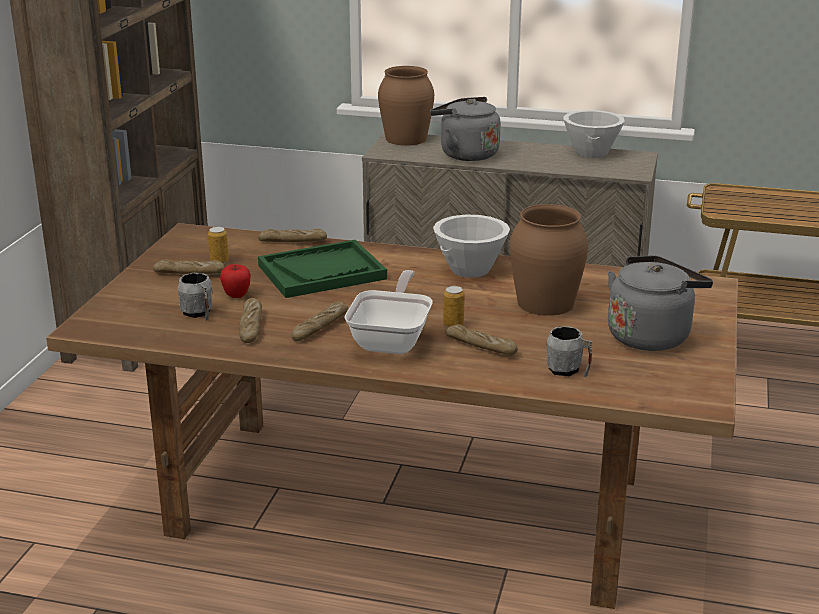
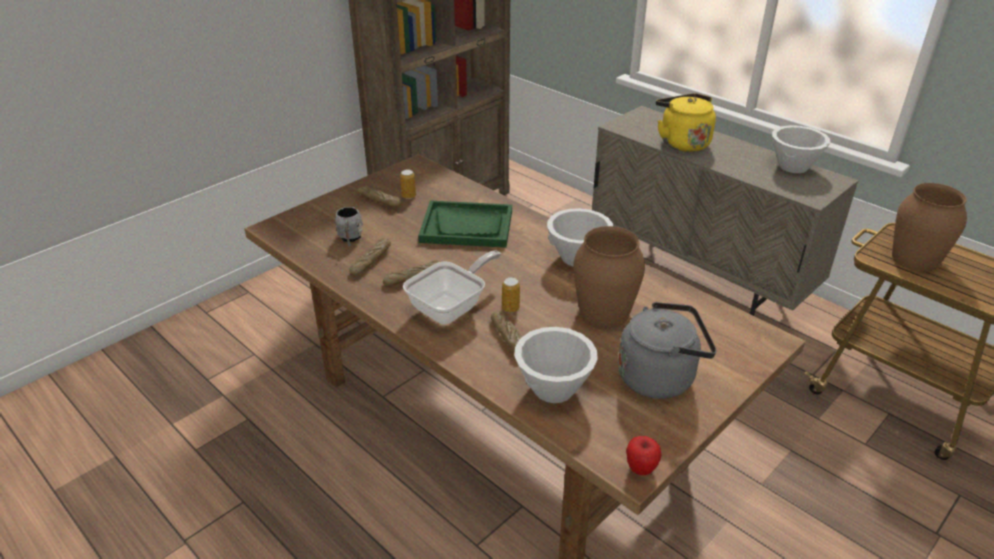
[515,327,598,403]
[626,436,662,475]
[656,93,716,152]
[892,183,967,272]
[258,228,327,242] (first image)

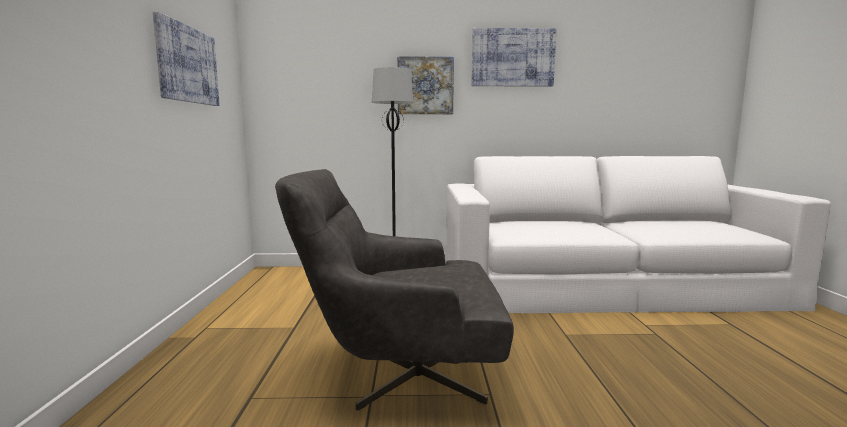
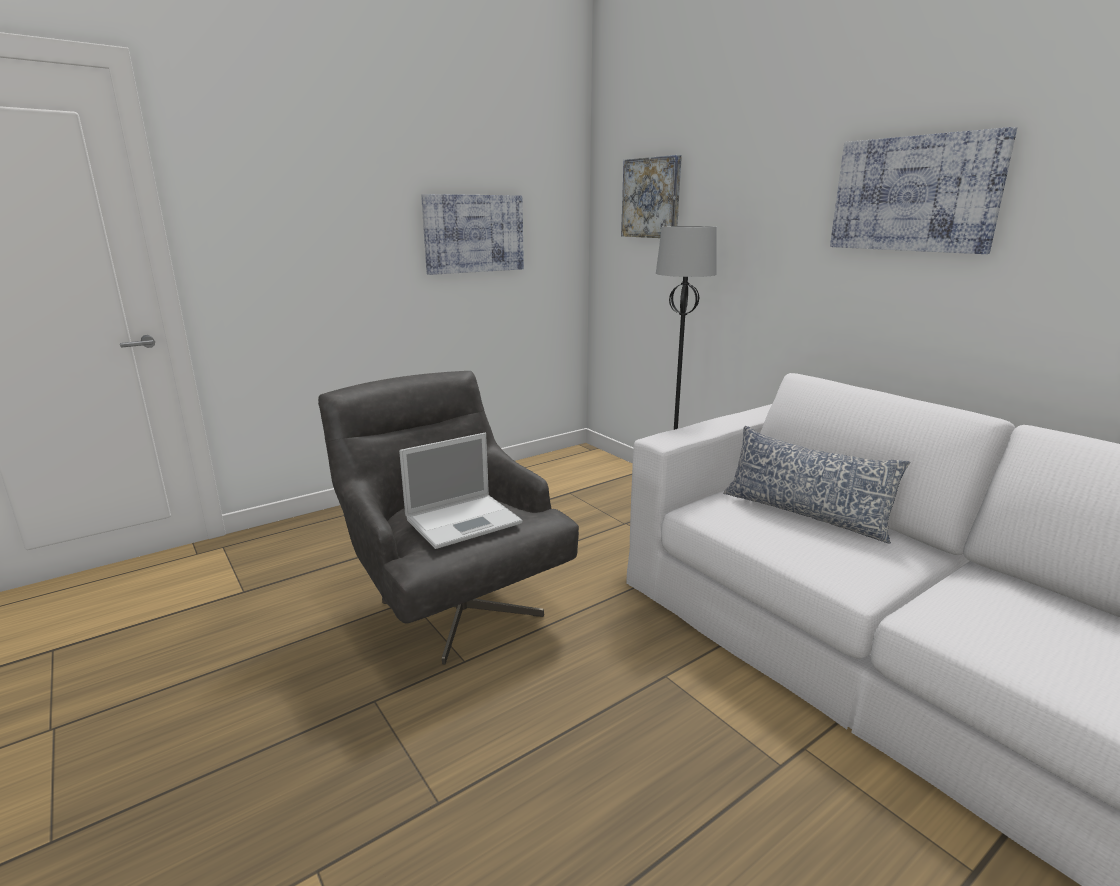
[399,433,523,549]
[621,155,682,238]
[723,426,910,544]

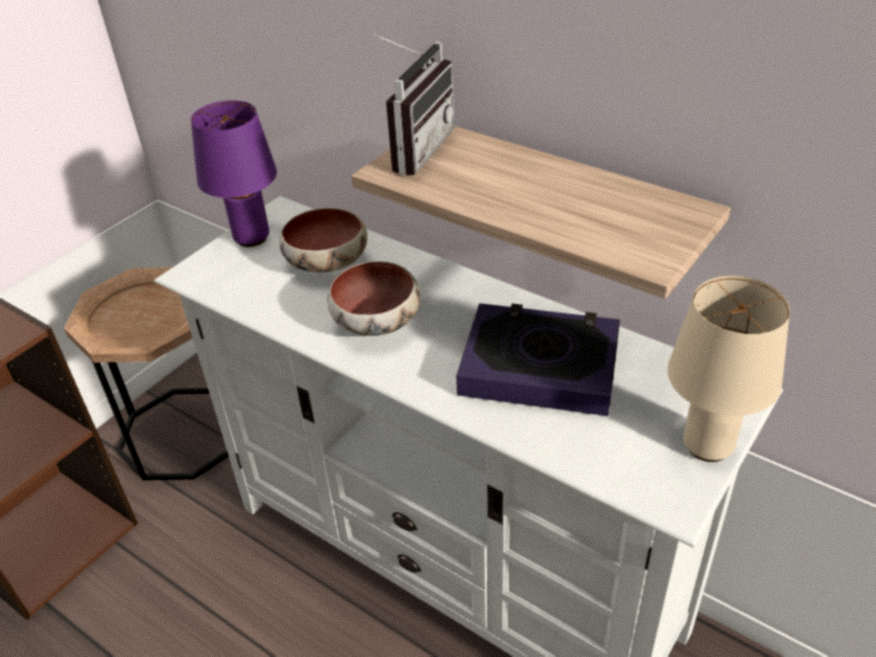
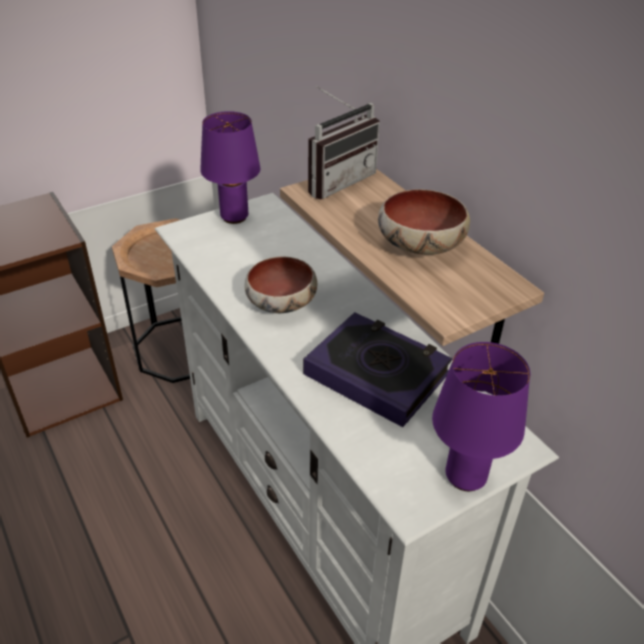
[378,189,470,255]
[432,342,530,491]

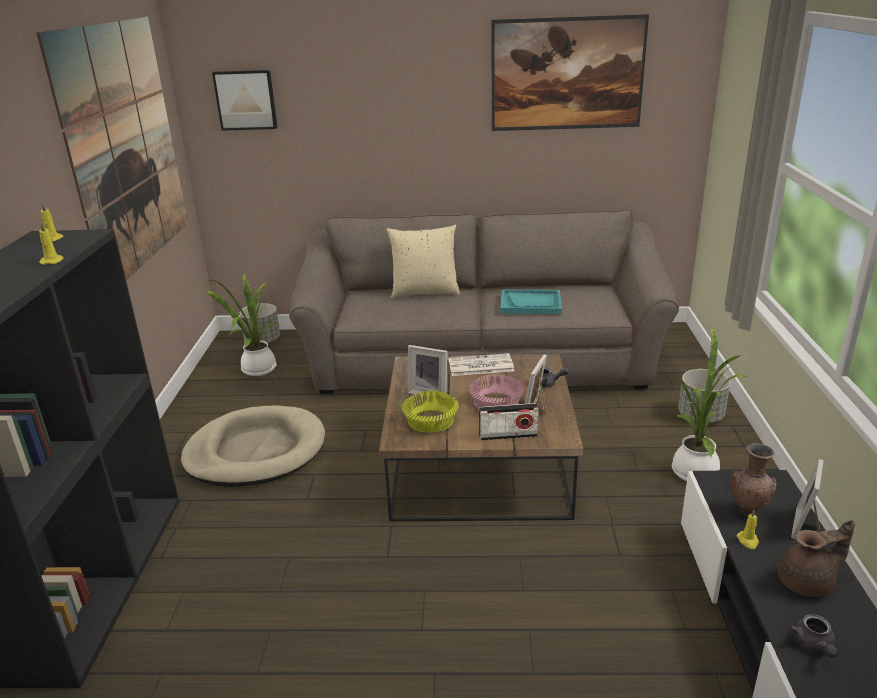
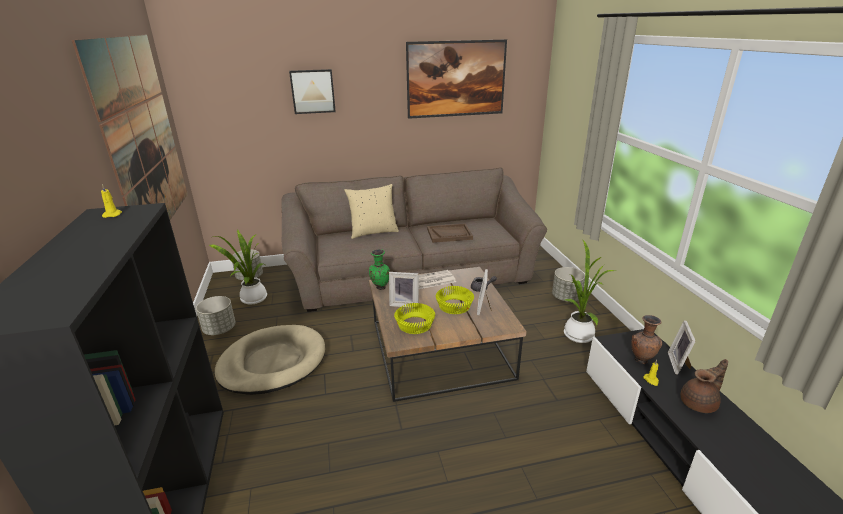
[196,296,236,335]
[289,69,336,114]
[369,249,390,290]
[427,223,473,243]
[436,286,474,314]
[39,222,63,265] (first image)
[479,403,539,441] (first image)
[789,614,838,658] (first image)

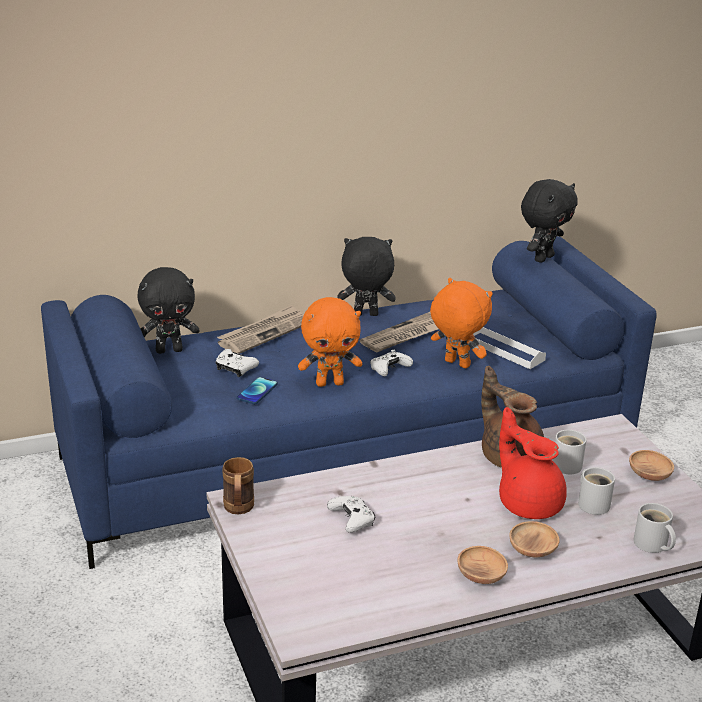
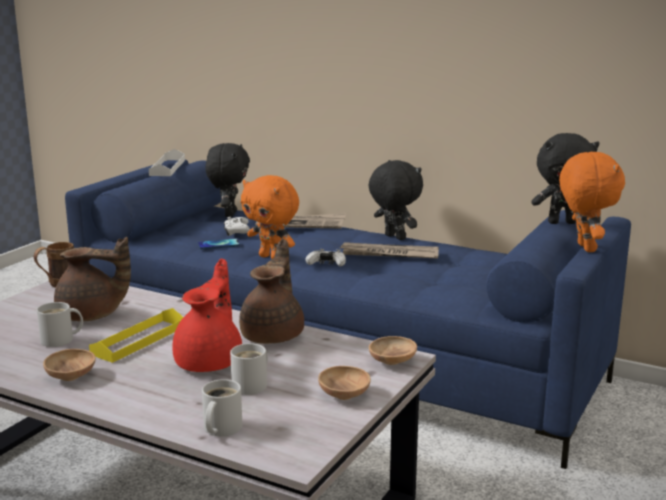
[37,302,83,347]
[54,237,131,321]
[89,308,183,363]
[149,149,185,176]
[205,143,250,217]
[369,336,417,365]
[559,152,625,252]

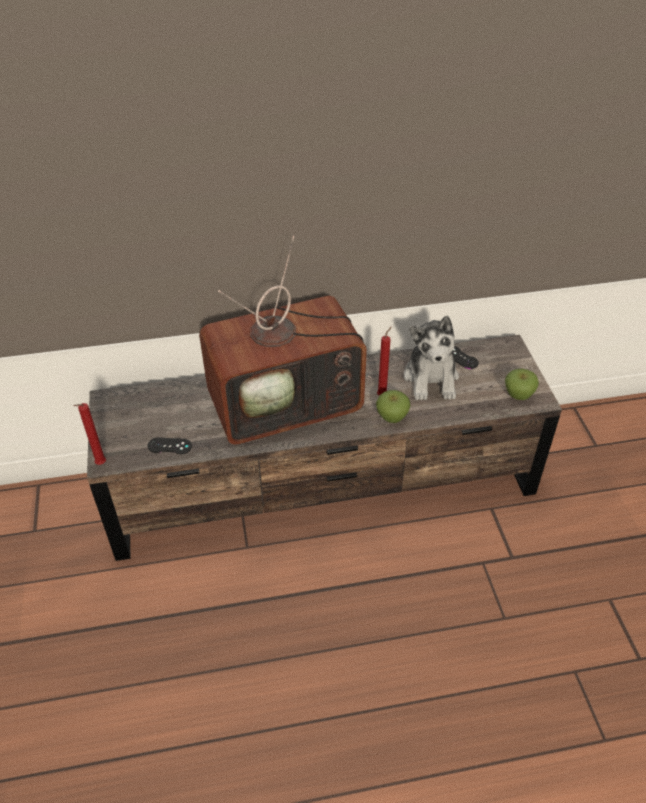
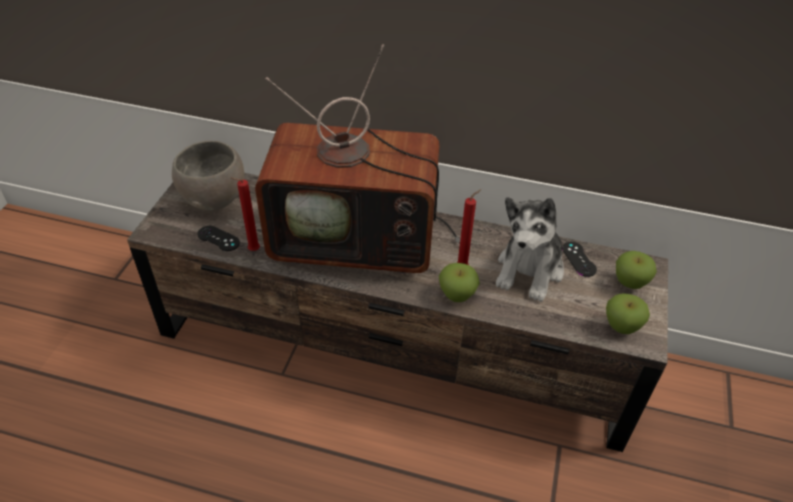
[172,141,244,211]
[231,177,260,251]
[616,251,657,289]

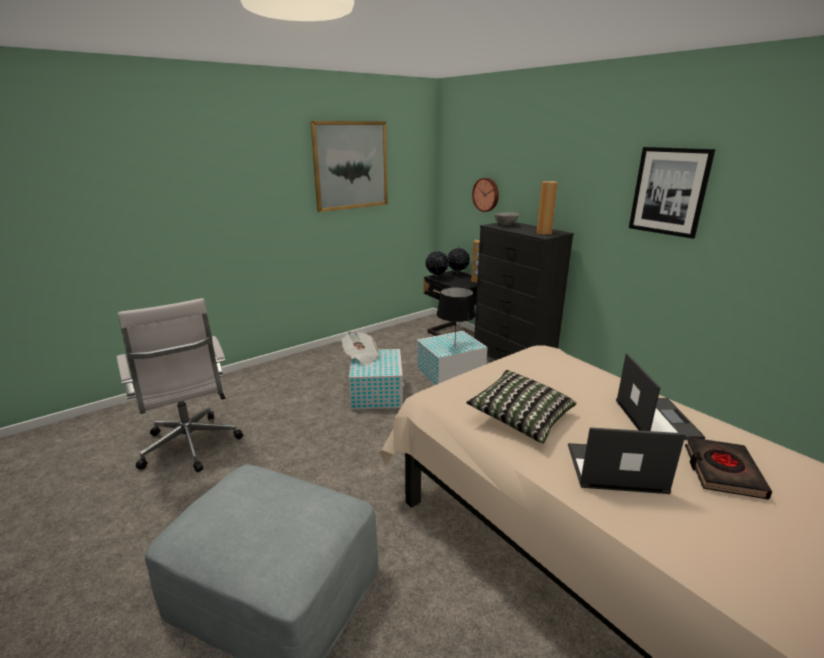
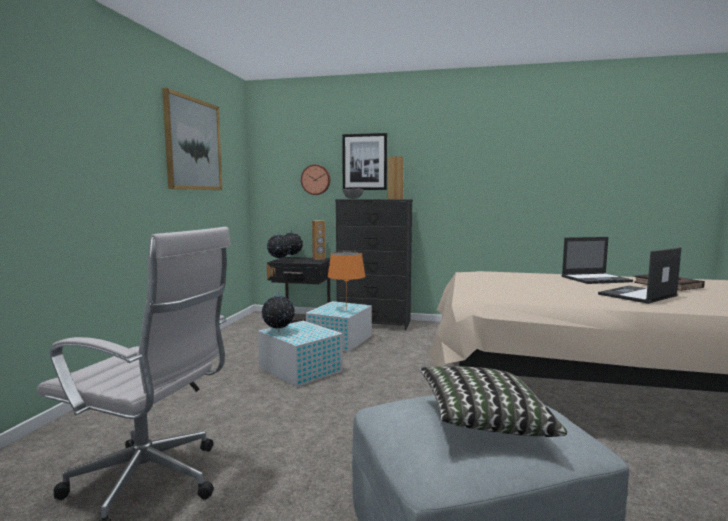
[262,292,295,332]
[328,252,366,310]
[342,133,387,190]
[420,366,567,437]
[562,237,633,284]

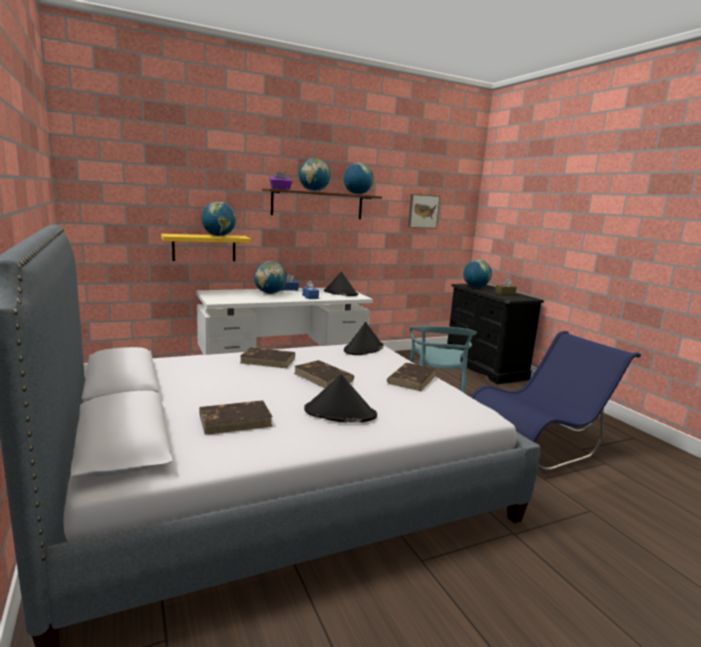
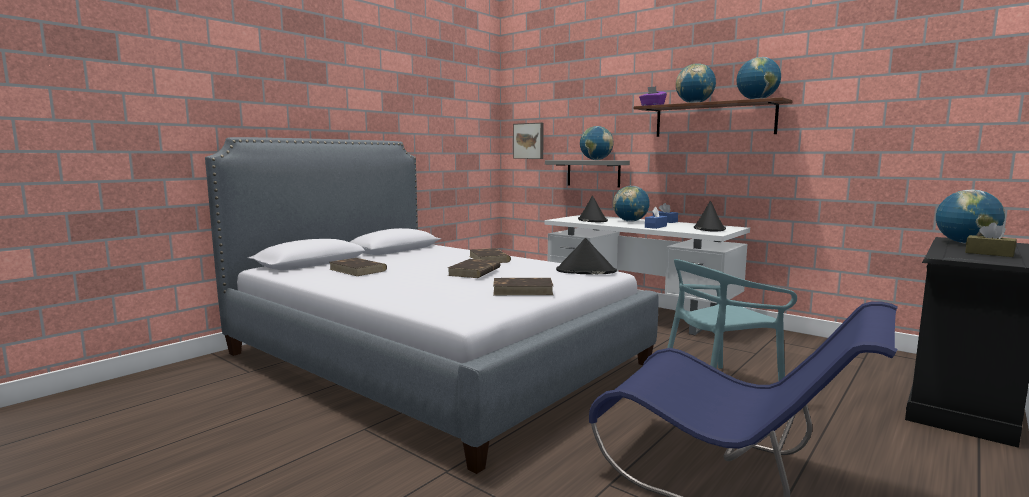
[513,123,544,159]
[545,160,630,188]
[578,196,608,222]

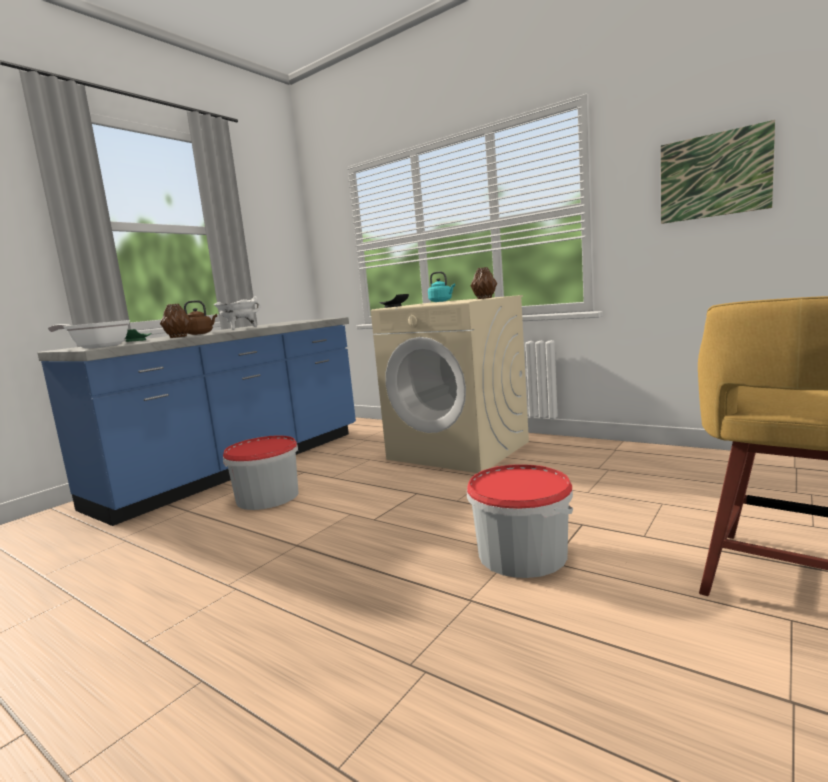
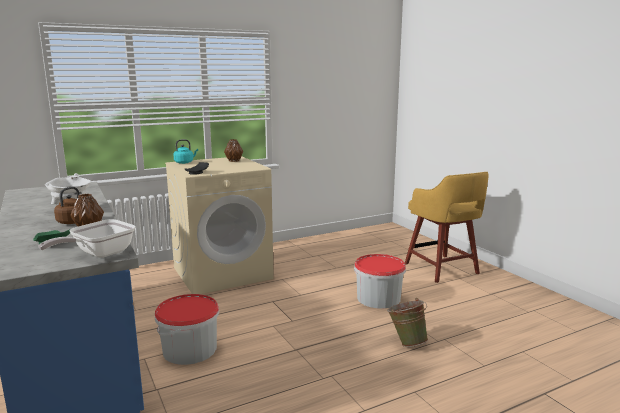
[387,298,428,347]
[661,120,775,224] (first image)

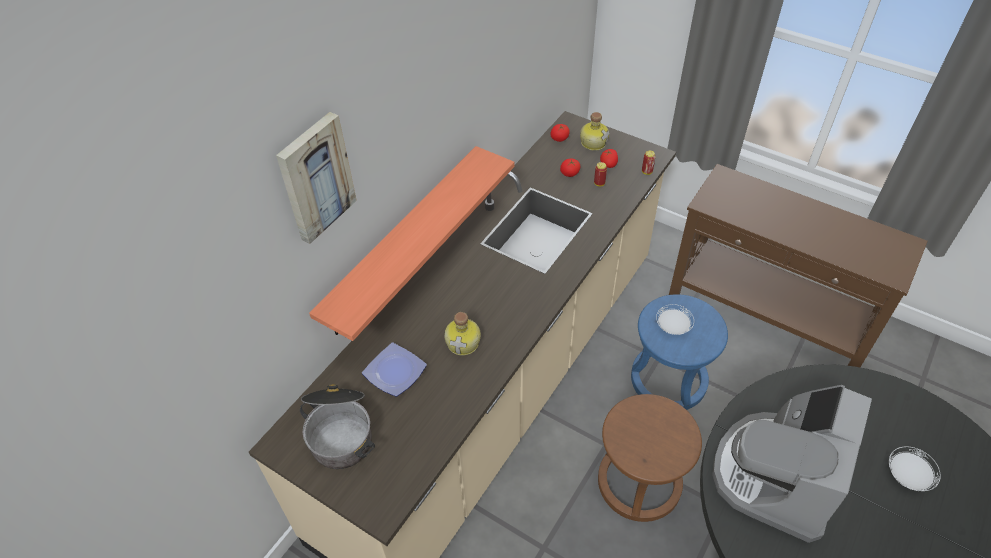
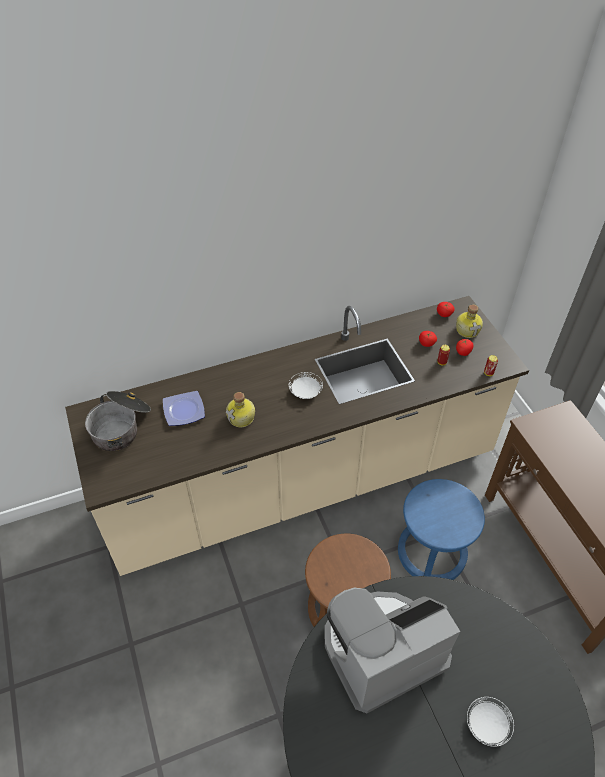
[289,372,323,399]
[276,112,357,244] (first image)
[309,146,514,341] (first image)

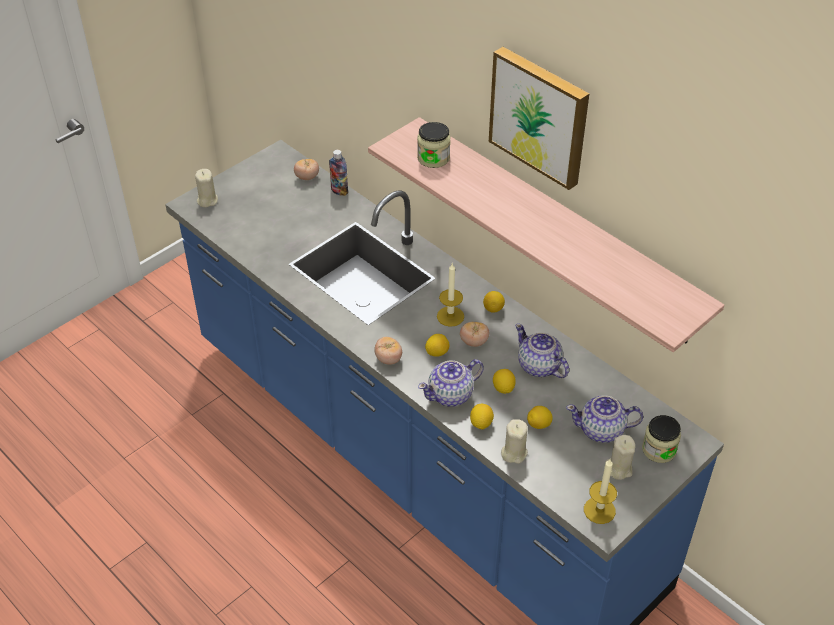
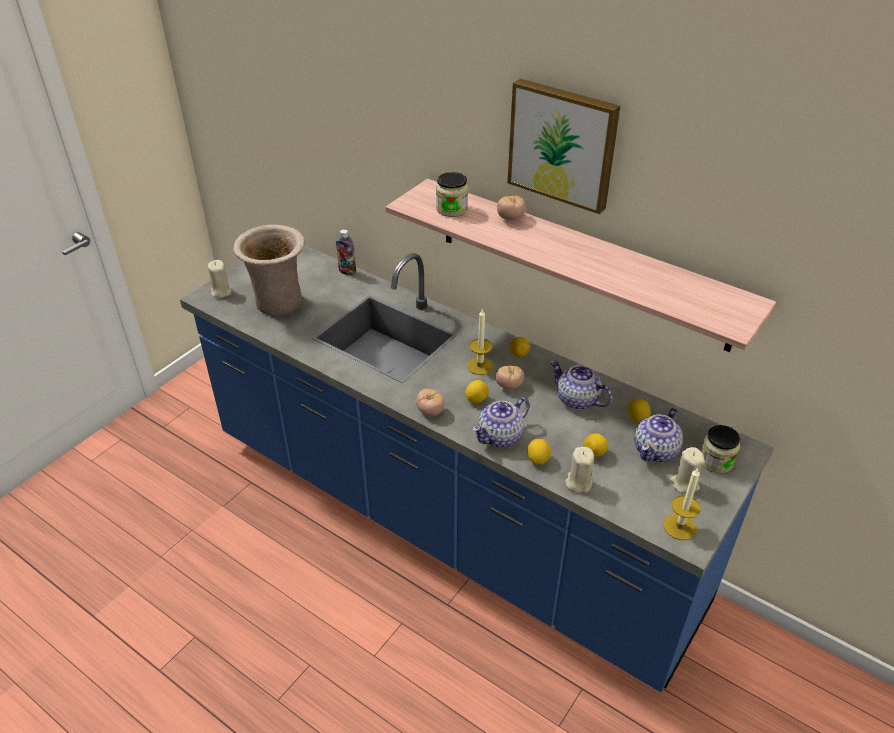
[233,225,305,316]
[497,196,526,221]
[627,398,651,423]
[634,408,683,462]

